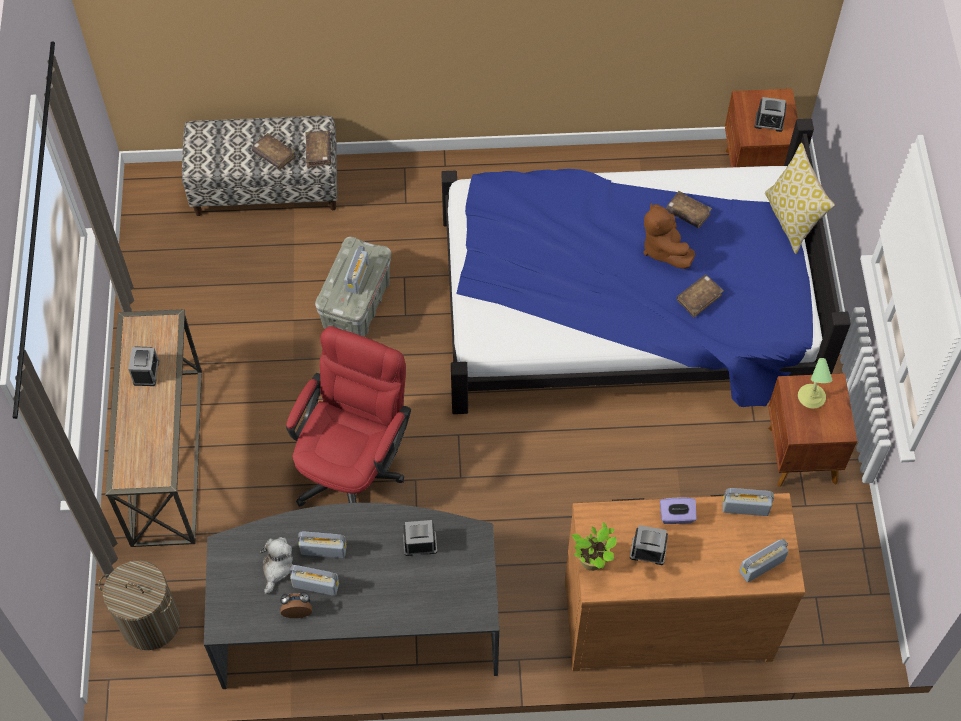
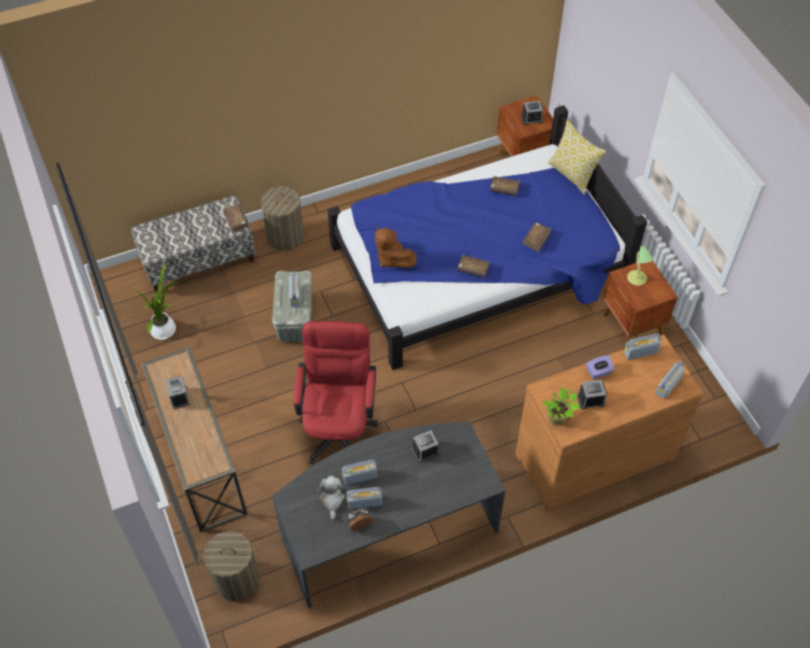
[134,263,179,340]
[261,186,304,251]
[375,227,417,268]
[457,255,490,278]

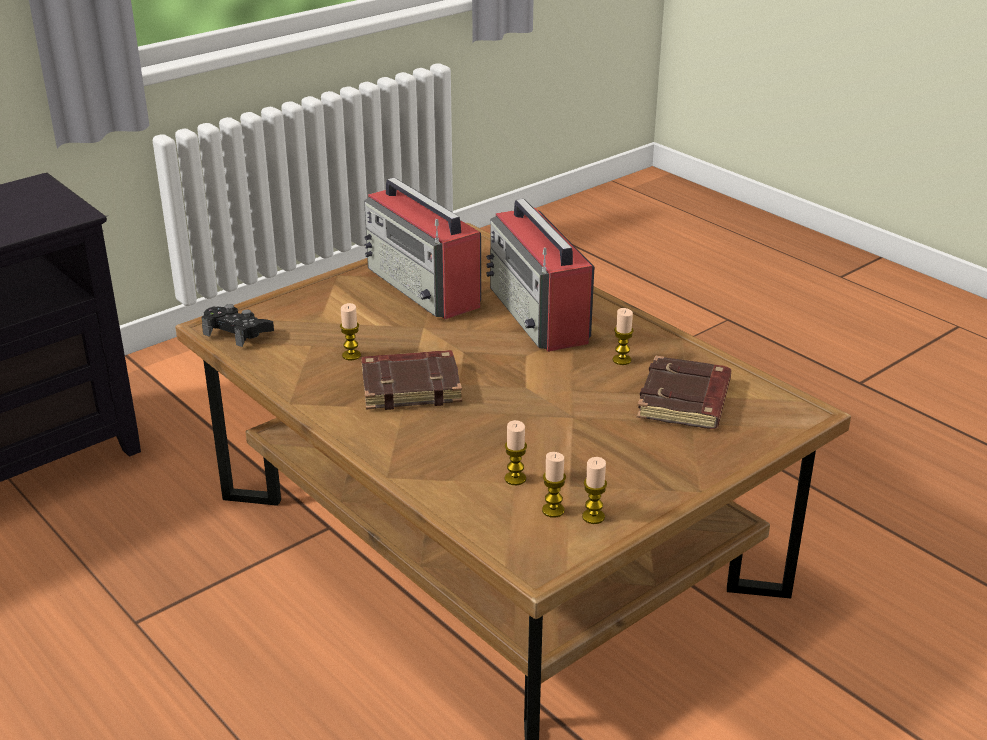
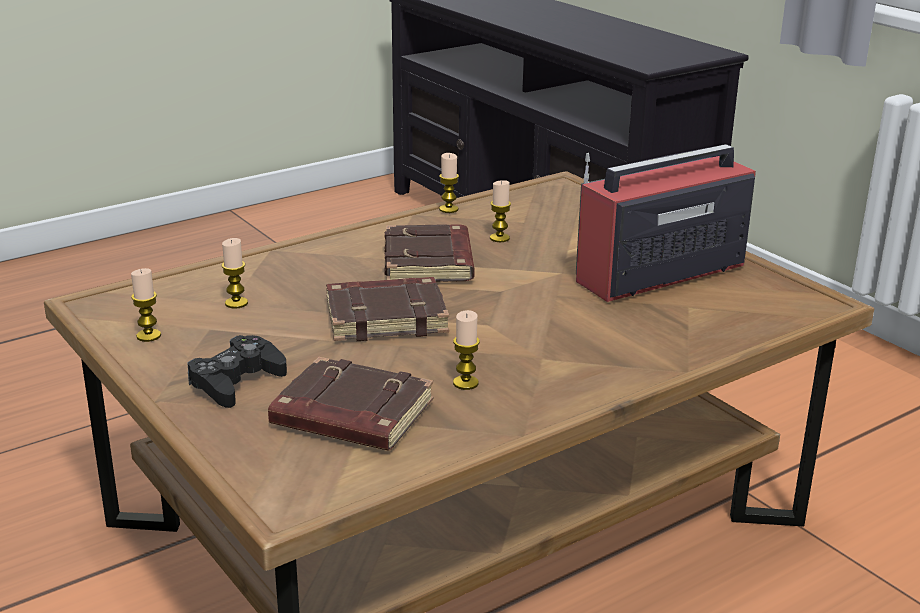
[187,335,287,408]
[326,277,449,341]
[439,153,459,213]
[486,199,594,352] (first image)

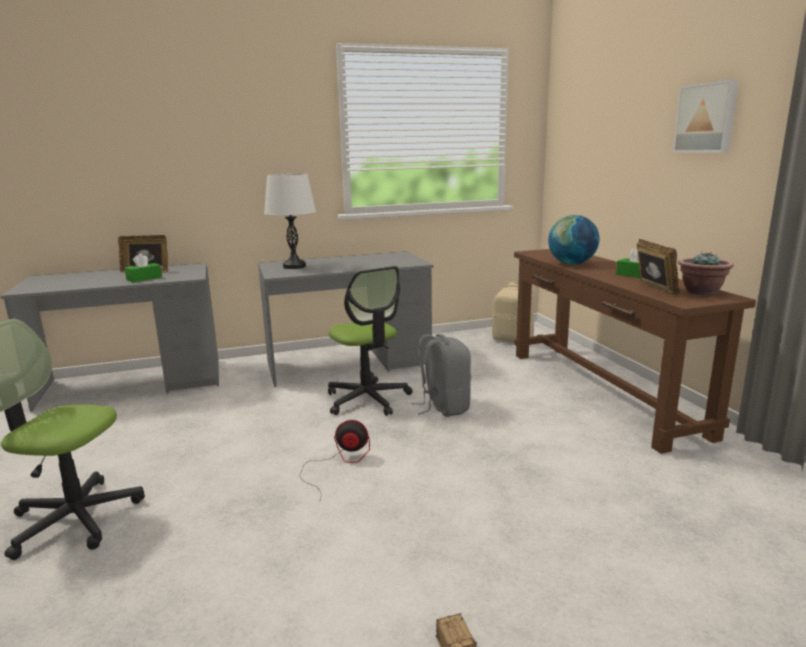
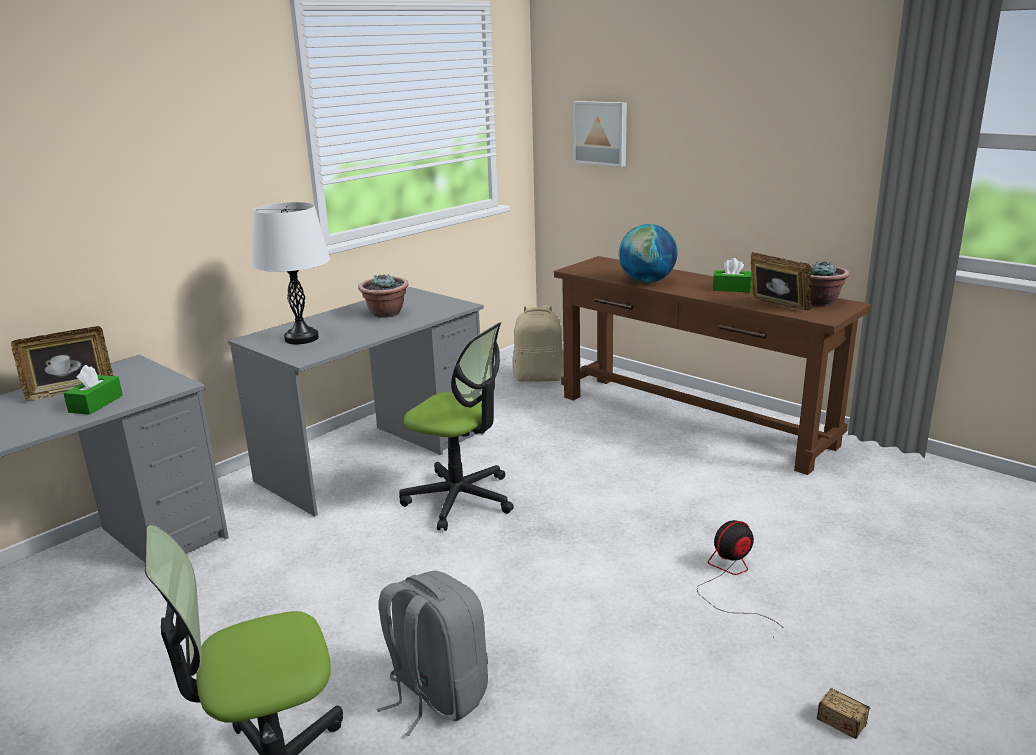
[358,273,409,318]
[377,571,488,736]
[573,101,627,167]
[697,520,784,628]

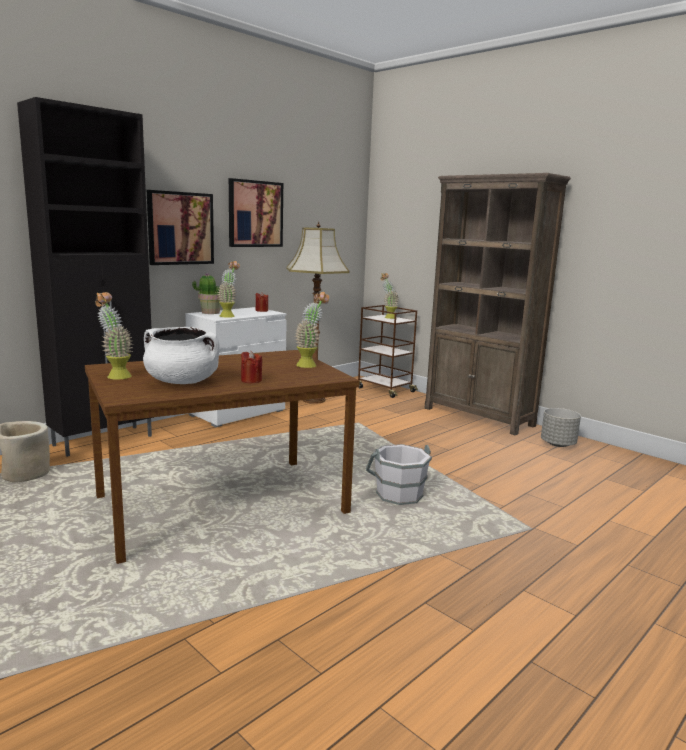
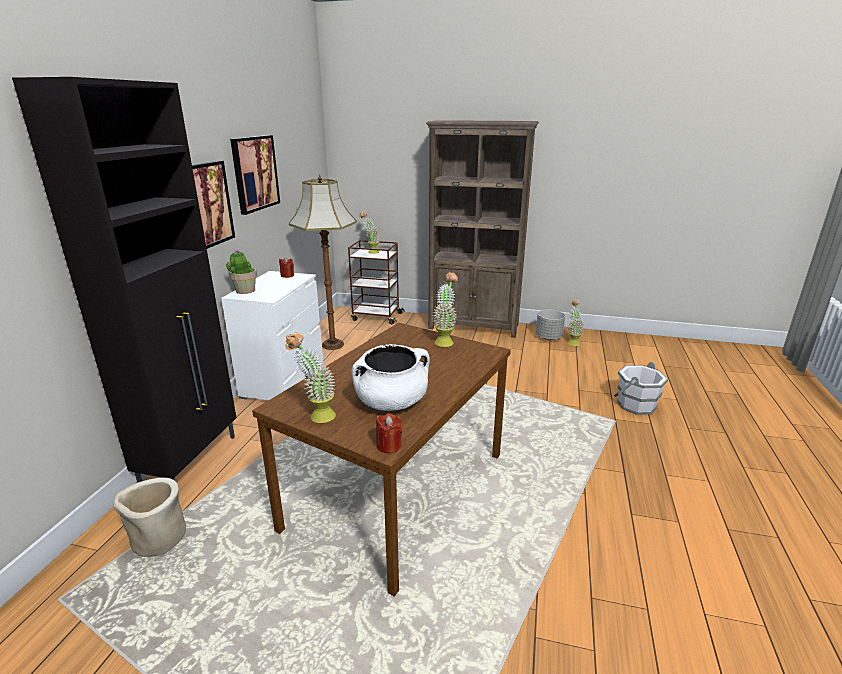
[376,413,402,453]
[568,299,584,346]
[614,362,668,415]

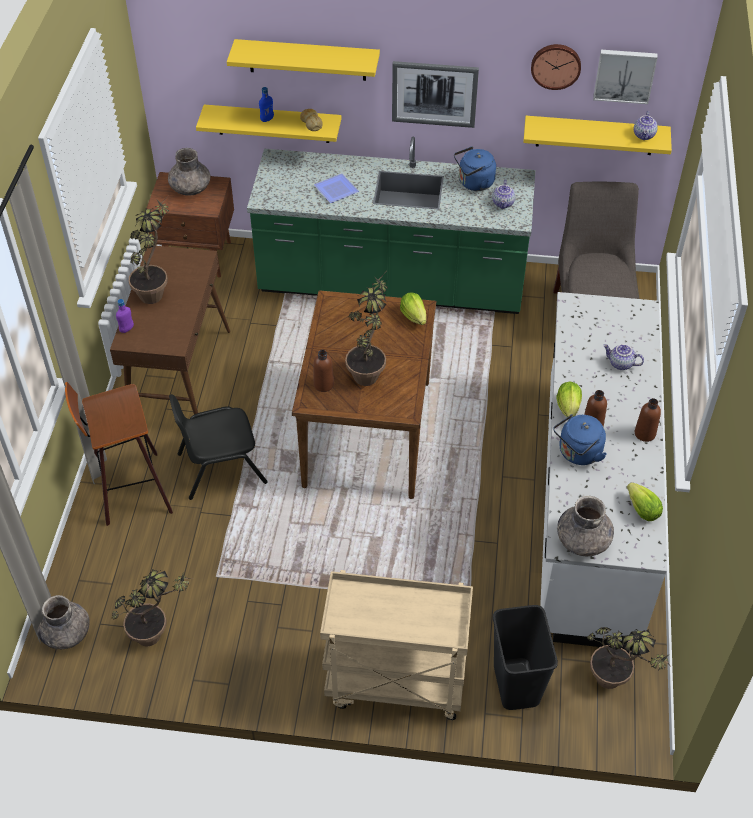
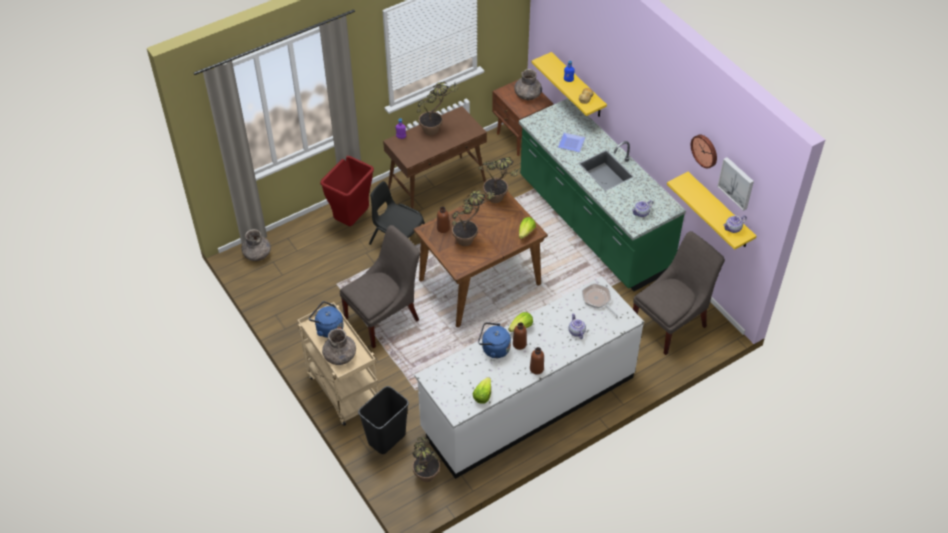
[309,301,344,338]
[320,156,374,226]
[322,328,356,365]
[340,225,420,349]
[479,157,520,203]
[582,283,618,317]
[227,39,380,81] (first image)
[392,61,479,128] (first image)

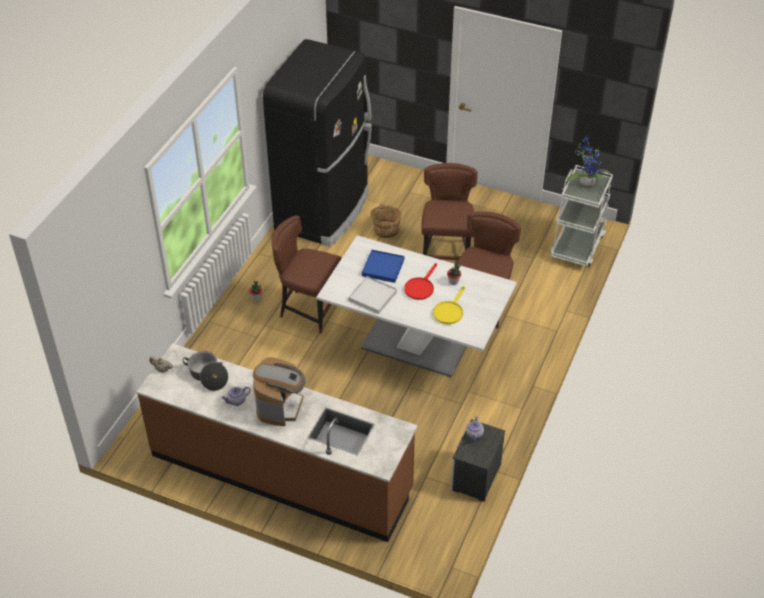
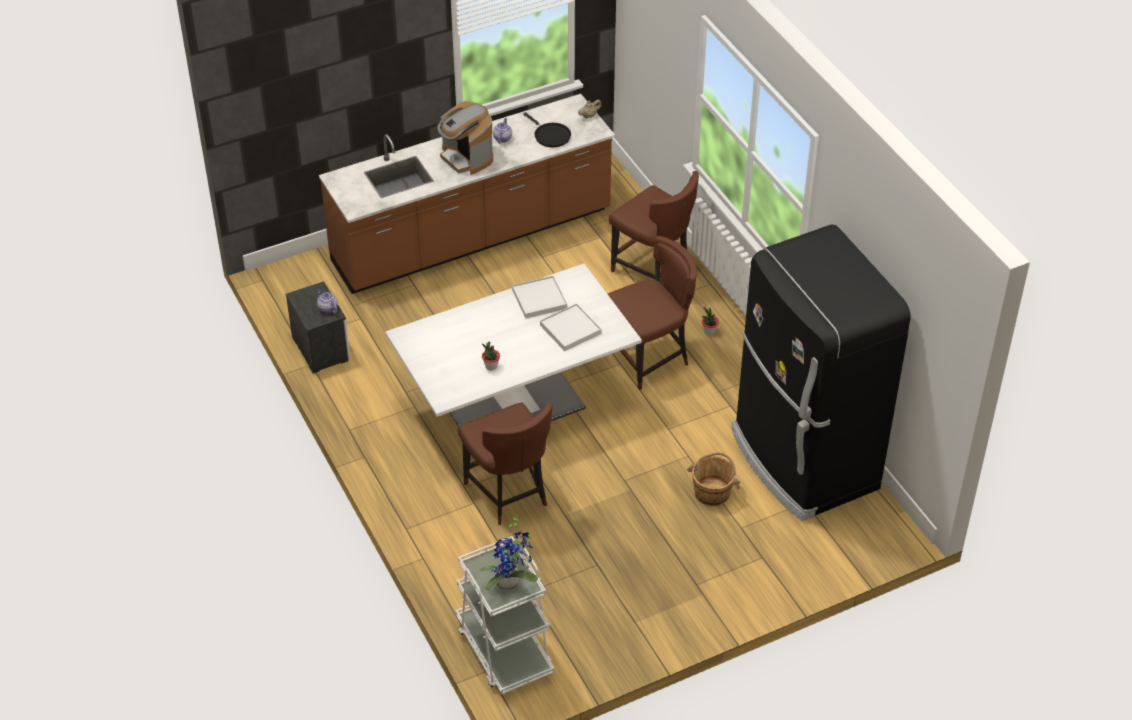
[523,112,571,147]
[540,303,602,351]
[609,171,699,282]
[404,263,437,300] (first image)
[433,286,465,324] (first image)

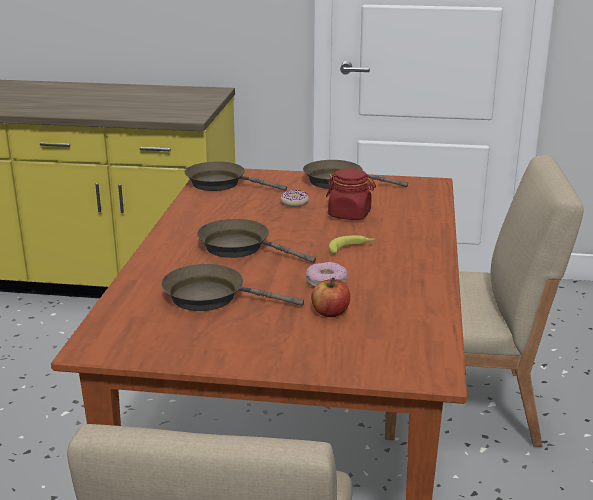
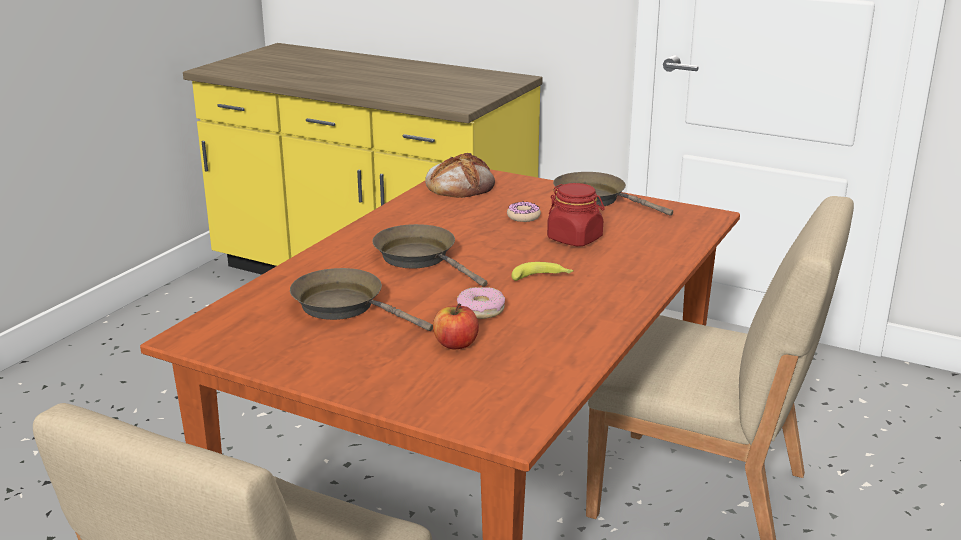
[425,153,495,198]

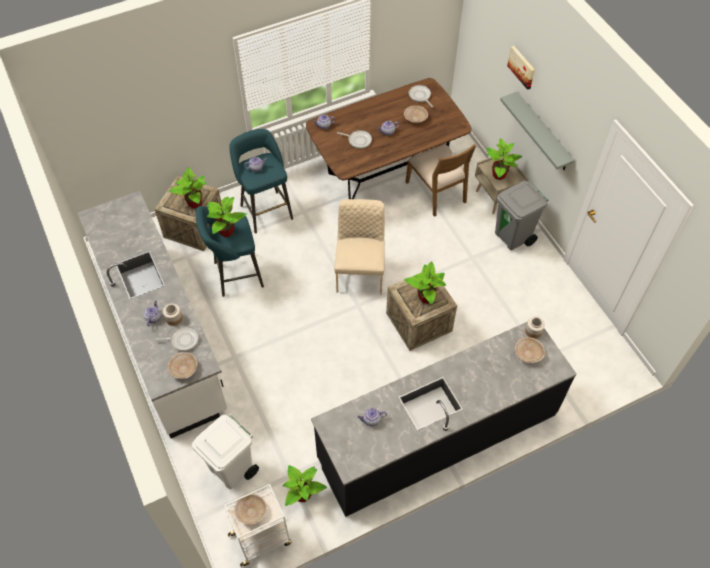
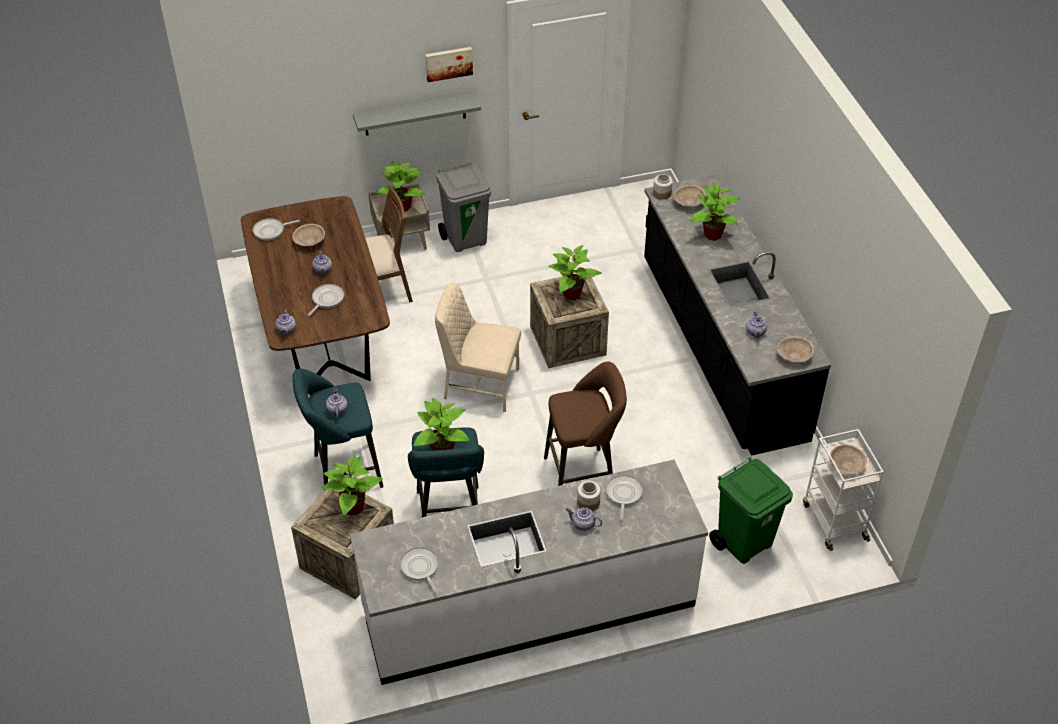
[400,547,439,593]
[425,47,473,82]
[544,362,627,486]
[689,182,740,241]
[709,457,793,564]
[777,336,814,362]

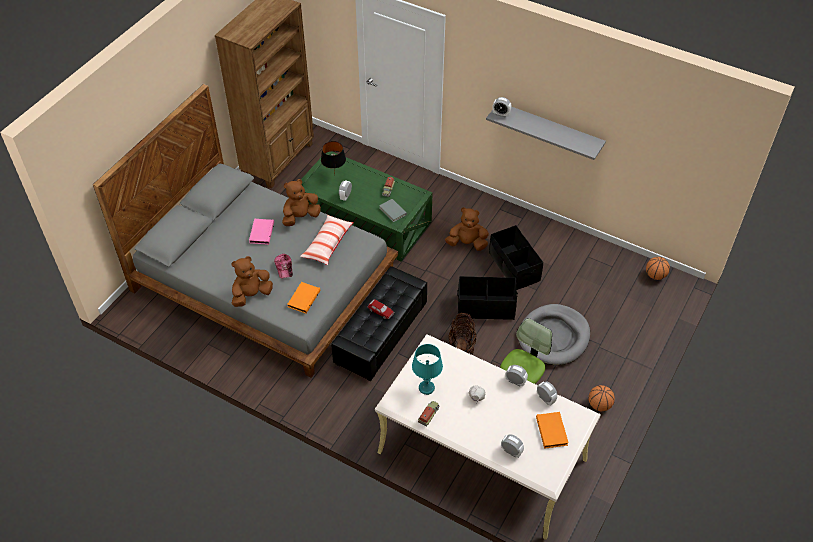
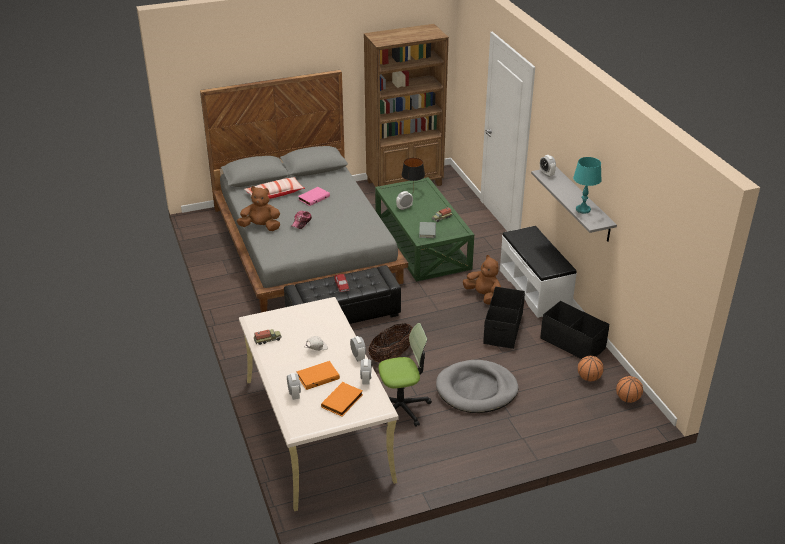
[244,177,305,199]
[297,361,340,390]
[500,226,577,318]
[540,301,610,359]
[573,157,602,214]
[578,356,604,381]
[282,179,321,226] (first image)

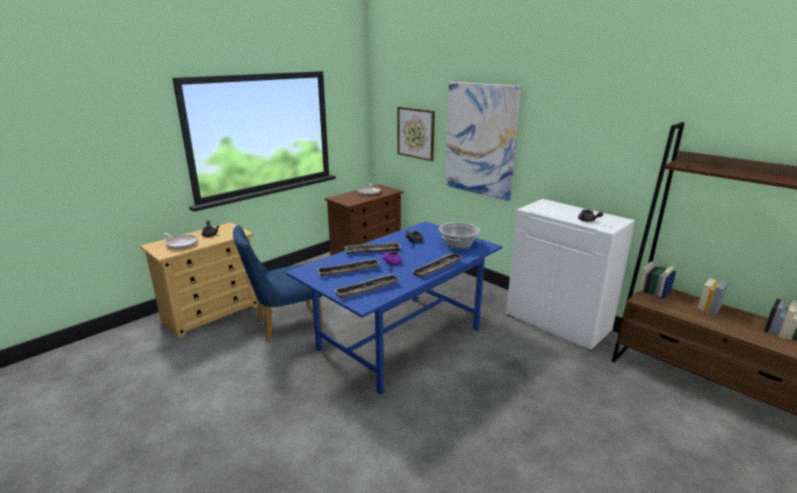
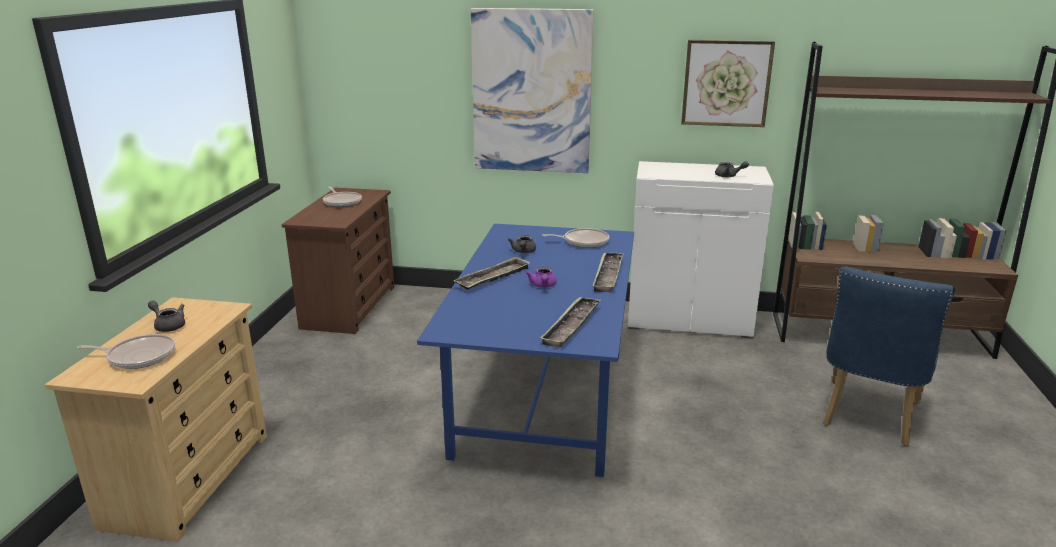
[542,228,609,248]
[681,40,775,127]
[823,266,955,446]
[317,259,379,277] (first image)

